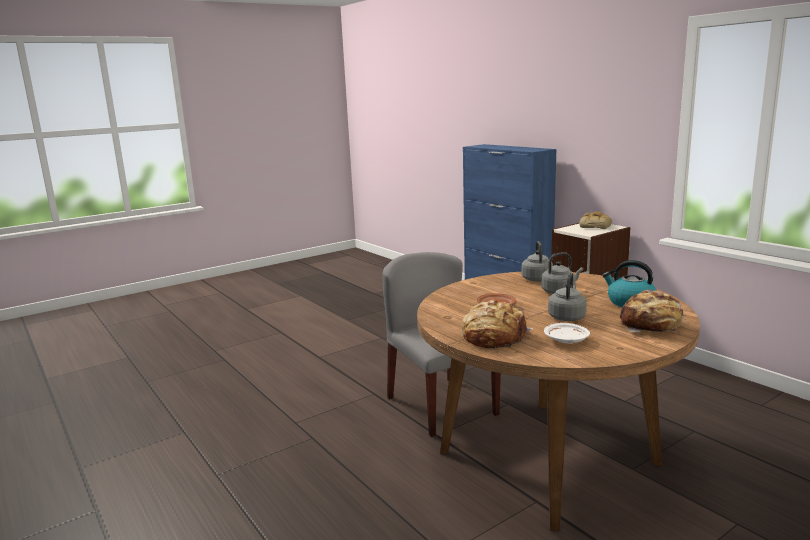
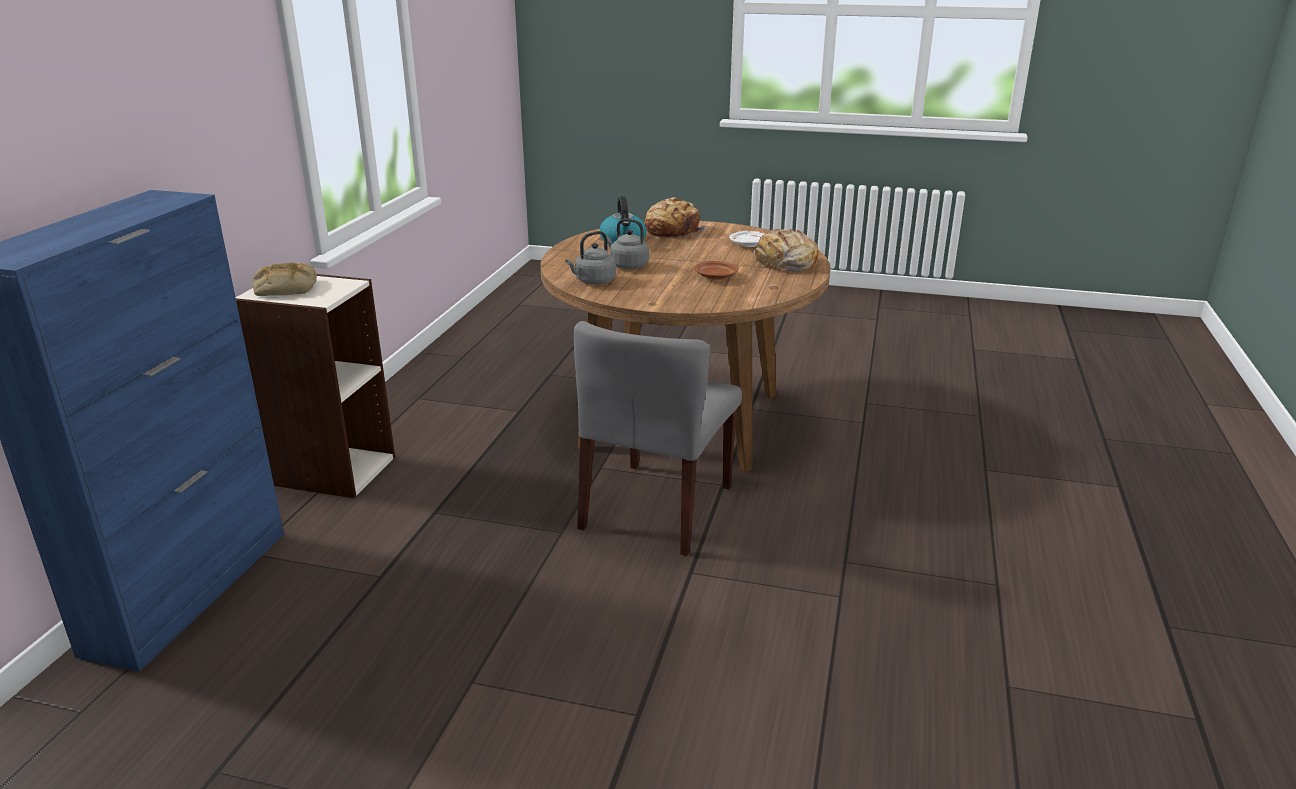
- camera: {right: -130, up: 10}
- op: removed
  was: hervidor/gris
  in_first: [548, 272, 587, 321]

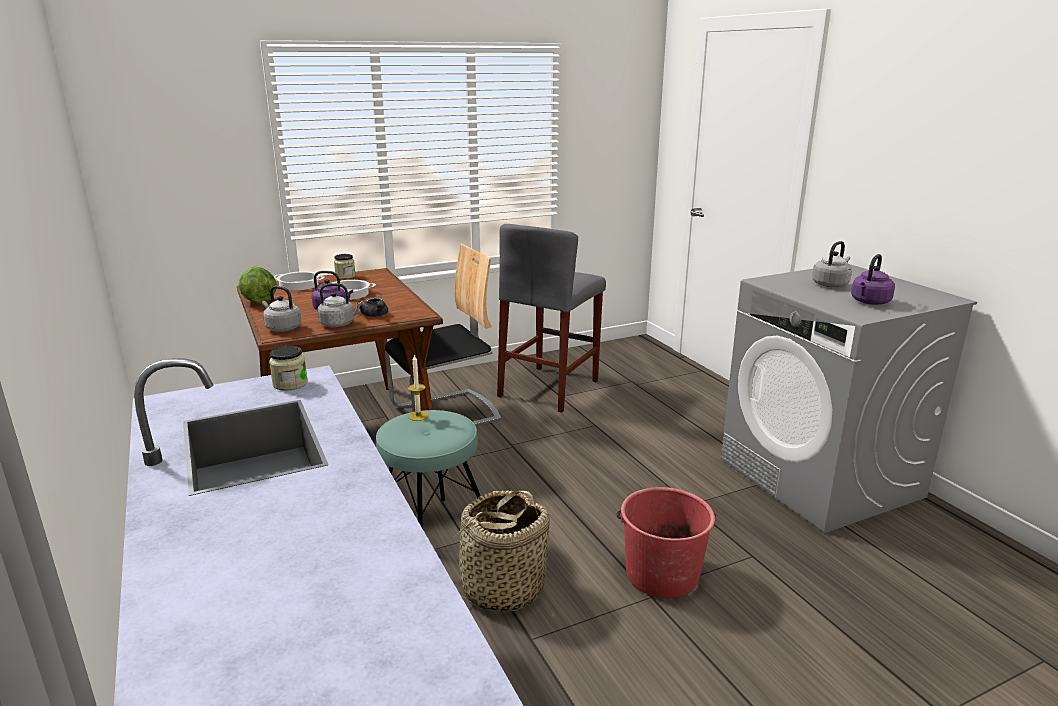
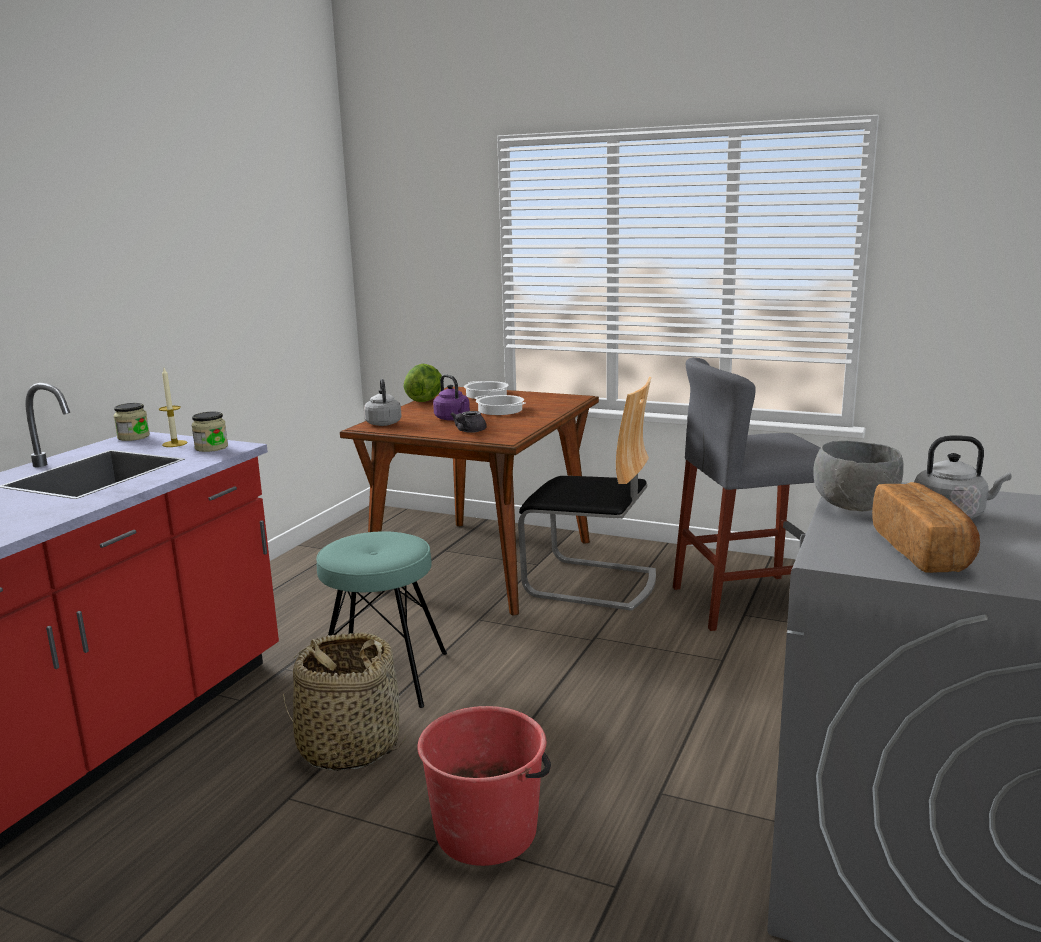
- camera: {right: 50, up: -5}
- op: removed
  was: hervidor/gris
  in_first: [318, 283, 363, 327]
- op: moved
  was: tarro
  in_first: [334, 254, 356, 279]
  in_second: [114, 403, 150, 441]
- op: moved
  was: vela
  in_first: [408, 354, 429, 421]
  in_second: [159, 368, 188, 447]
- op: replaced
  was: hervidor/morado
  now: pan
  in_first: [851, 254, 895, 305]
  in_second: [872, 482, 980, 573]
- op: added
  now: cuenco/gris
  in_second: [813, 441, 904, 511]

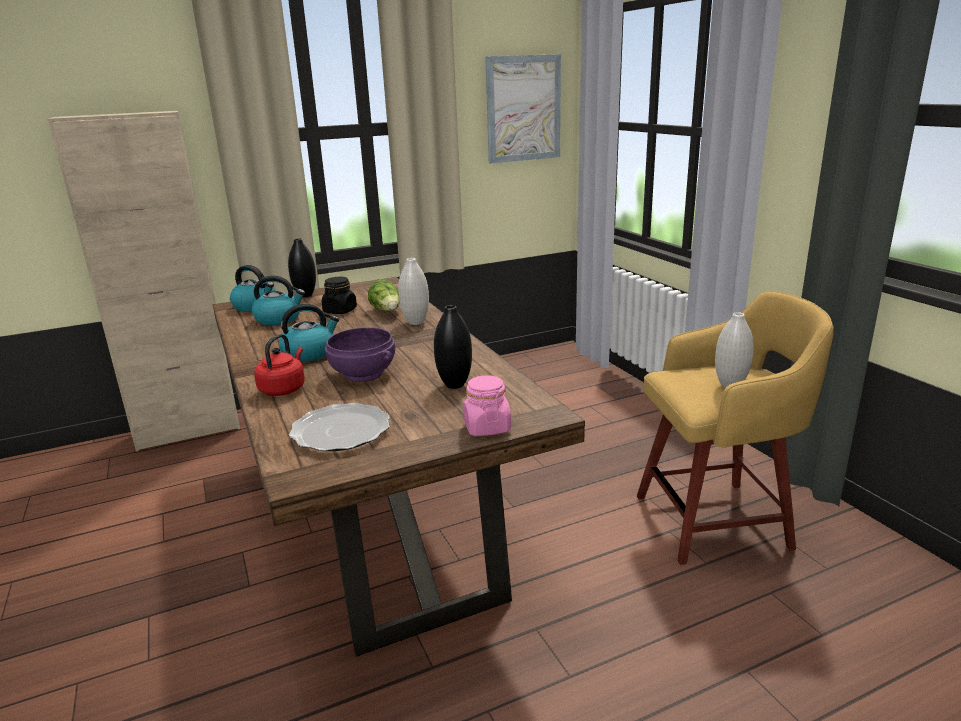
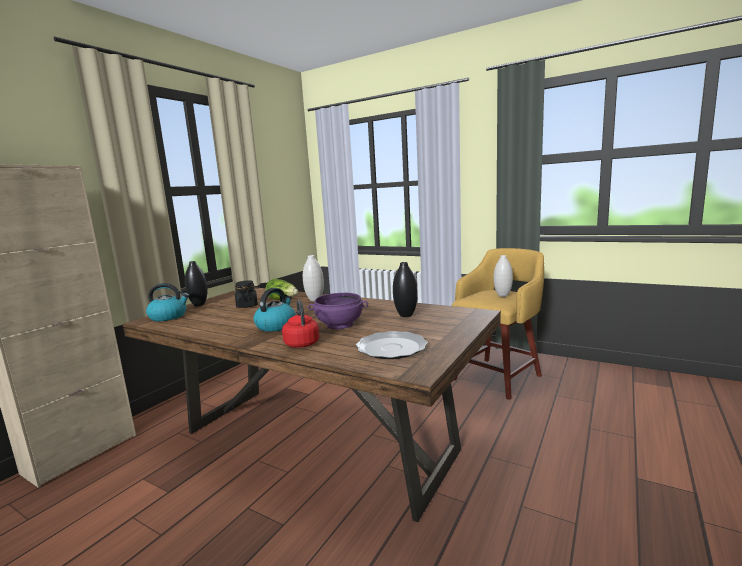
- camera: {right: -35, up: -10}
- op: removed
  was: hervidor
  in_first: [252, 275, 305, 325]
- op: removed
  was: tarro/rosa
  in_first: [463, 375, 511, 436]
- op: removed
  was: cuadro
  in_first: [485, 54, 561, 164]

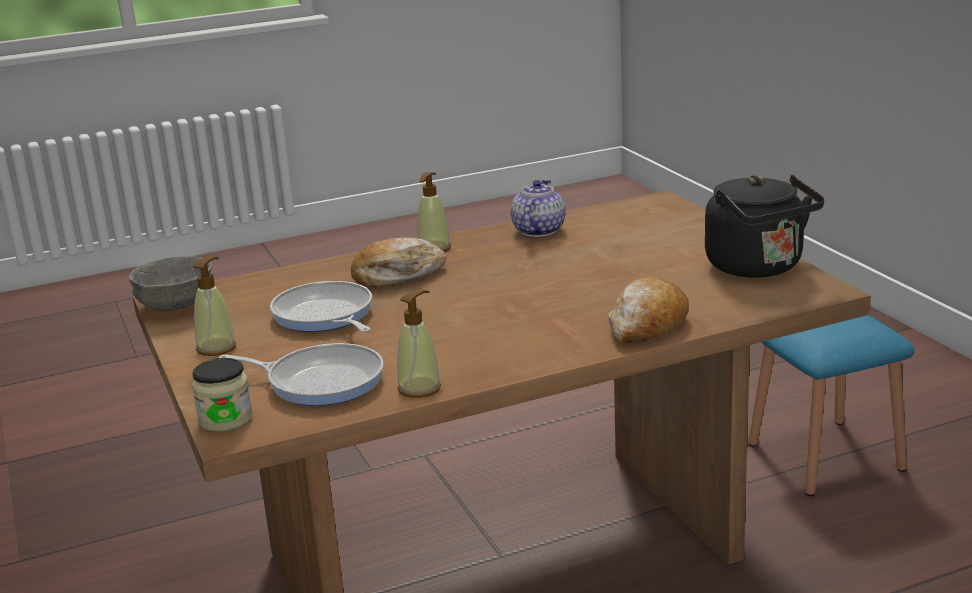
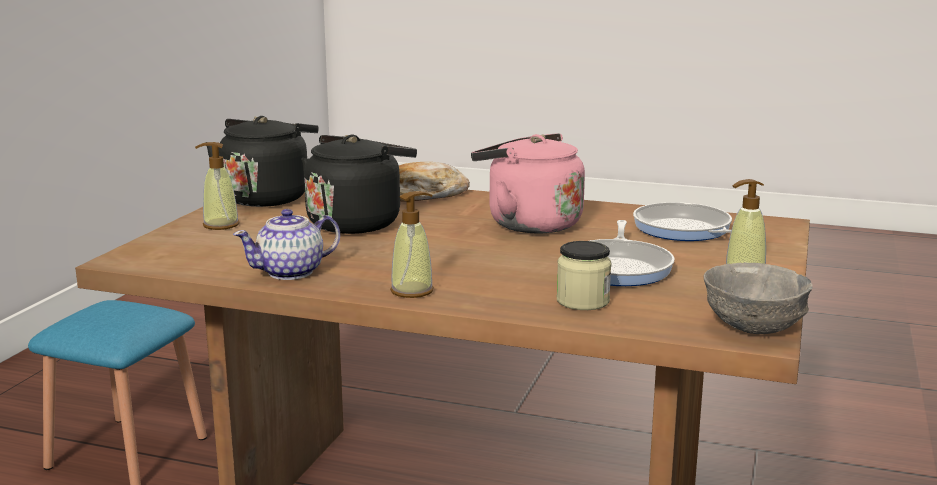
- camera: {right: -140, up: -5}
- op: moved
  was: tarro
  in_first: [192, 358, 253, 432]
  in_second: [557, 241, 611, 310]
- op: removed
  was: pan
  in_first: [351, 238, 446, 287]
- op: moved
  was: dispensador de jabón
  in_first: [397, 289, 441, 398]
  in_second: [195, 142, 239, 230]
- op: added
  now: hervidor/negro
  in_second: [301, 135, 417, 234]
- op: added
  now: hervidor/rosa
  in_second: [471, 133, 585, 233]

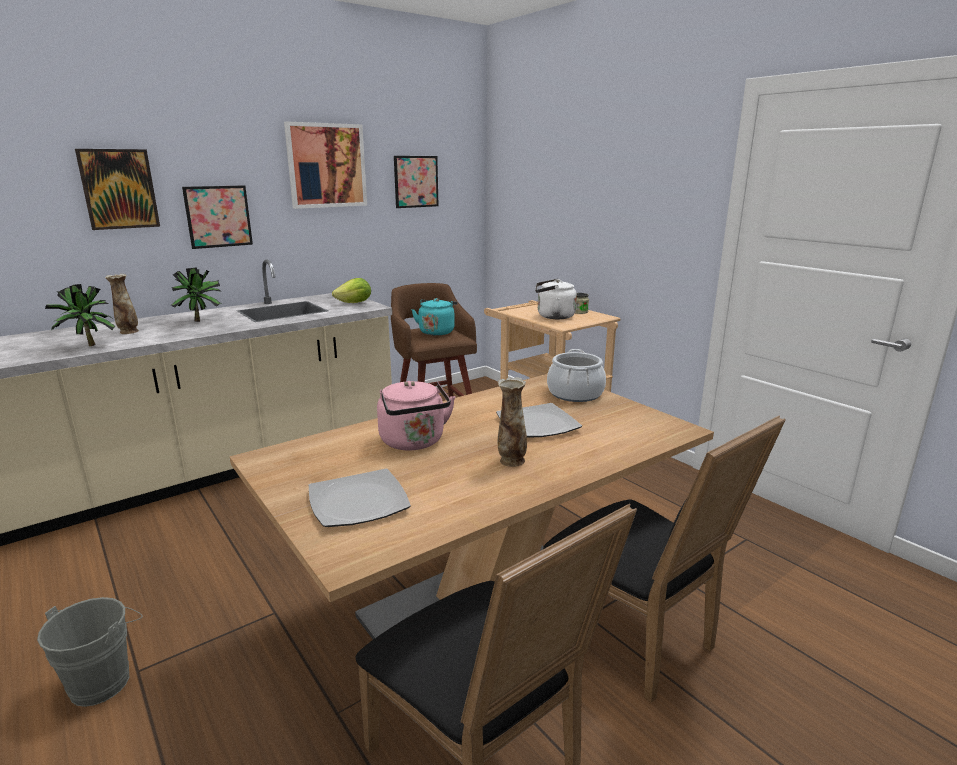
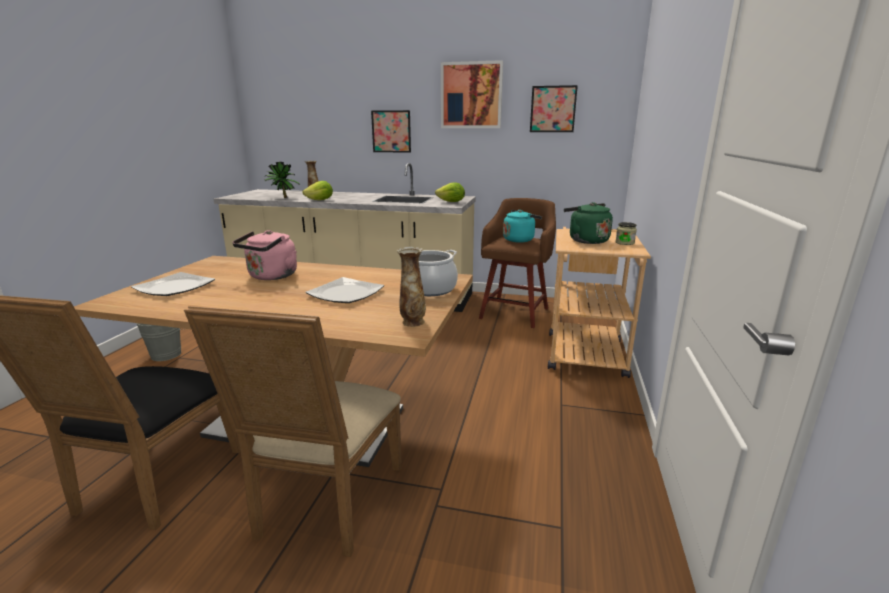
- camera: {right: 50, up: 0}
- op: removed
  was: cuadro
  in_first: [75, 149, 160, 230]
- op: removed
  was: planta en maceta
  in_first: [171, 267, 221, 322]
- op: moved
  was: florero
  in_first: [498, 377, 527, 467]
  in_second: [396, 246, 426, 327]
- op: recoloured
  was: hervidor/blanco
  now: hervidor/verde
  in_first: [535, 279, 577, 319]
  in_second: [564, 202, 613, 244]
- op: recoloured
  was: silla/negro
  now: silla/beis
  in_first: [543, 416, 786, 703]
  in_second: [184, 306, 402, 557]
- op: added
  now: lechuga
  in_second: [302, 181, 333, 200]

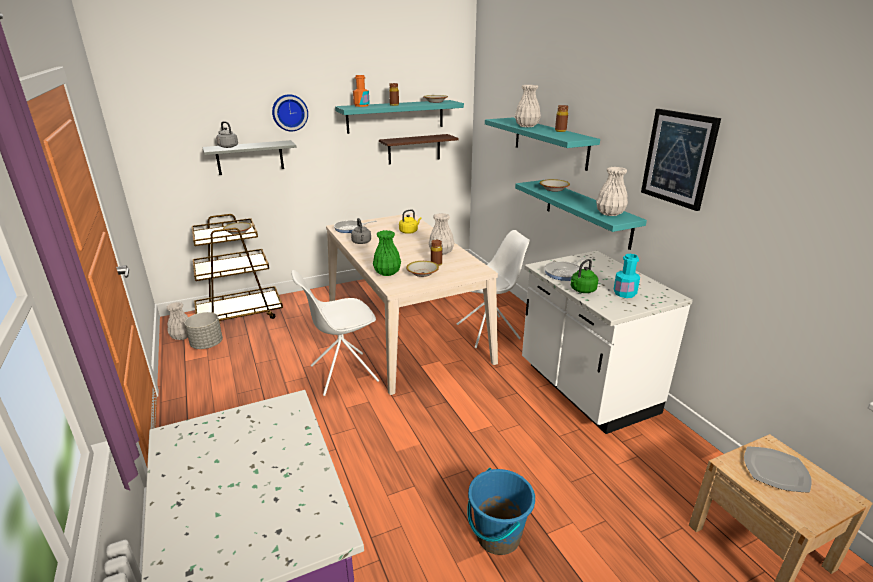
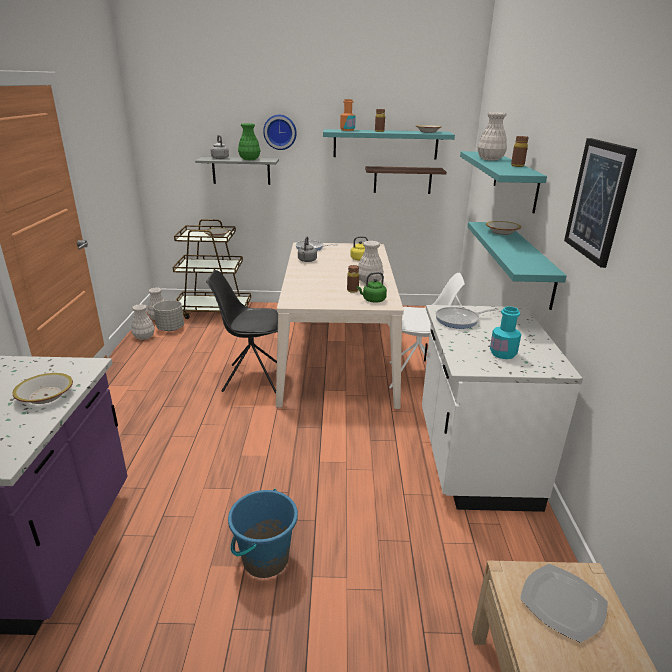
- camera: {right: 25, up: 0}
- op: recoloured
  was: silla/blanco
  now: silla/negro
  in_first: [291, 270, 379, 396]
  in_second: [206, 270, 278, 393]
- op: moved
  was: florero/verde
  in_first: [373, 230, 401, 276]
  in_second: [238, 123, 261, 160]
- op: moved
  was: cuenco
  in_first: [406, 261, 439, 277]
  in_second: [12, 373, 73, 404]
- op: moved
  was: hervidor/verde
  in_first: [571, 259, 598, 293]
  in_second: [357, 272, 387, 303]
- op: moved
  was: florero/blanco
  in_first: [596, 167, 628, 216]
  in_second: [131, 304, 155, 340]

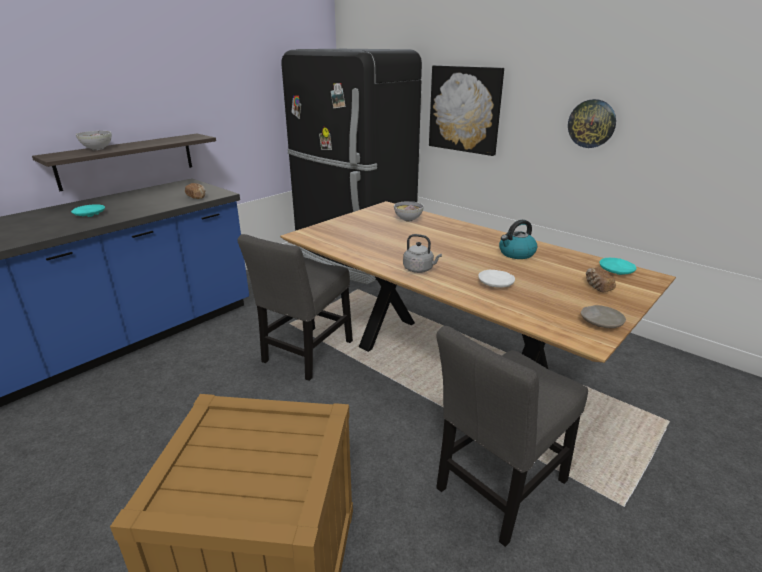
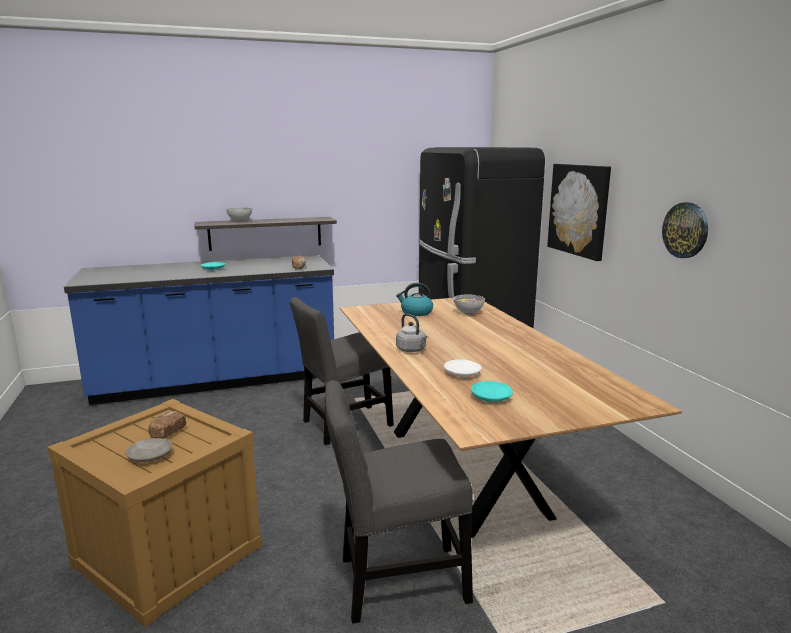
- camera: {right: 30, up: -10}
- op: moved
  was: hervidor
  in_first: [499, 220, 537, 259]
  in_second: [396, 283, 433, 316]
- op: moved
  was: plato/beis
  in_first: [581, 305, 626, 328]
  in_second: [125, 438, 172, 462]
- op: moved
  was: pan
  in_first: [586, 268, 616, 292]
  in_second: [149, 411, 186, 438]
- op: moved
  was: plato/turquesa
  in_first: [599, 258, 637, 275]
  in_second: [471, 381, 513, 402]

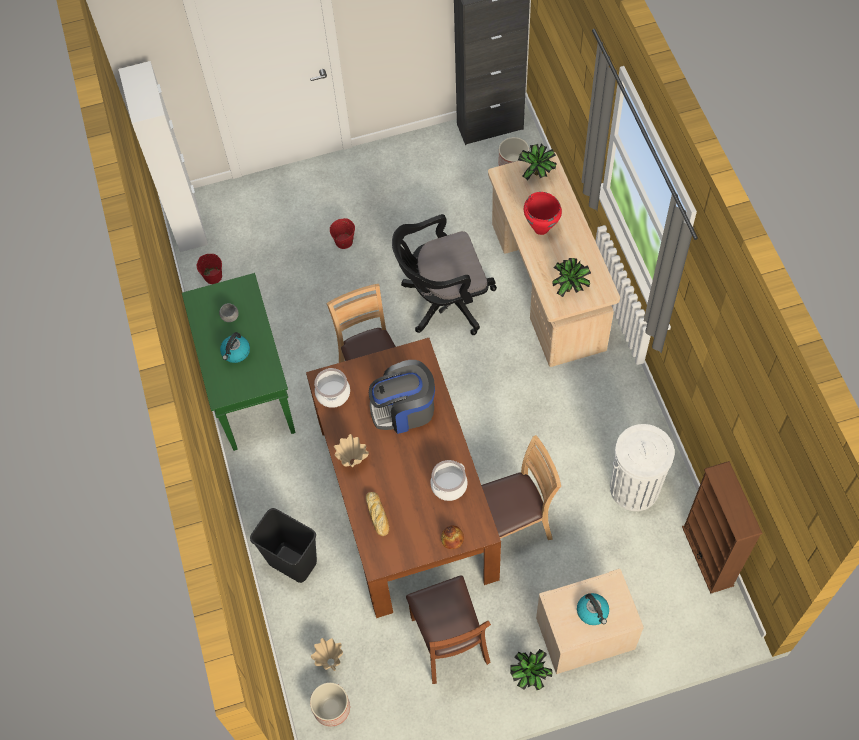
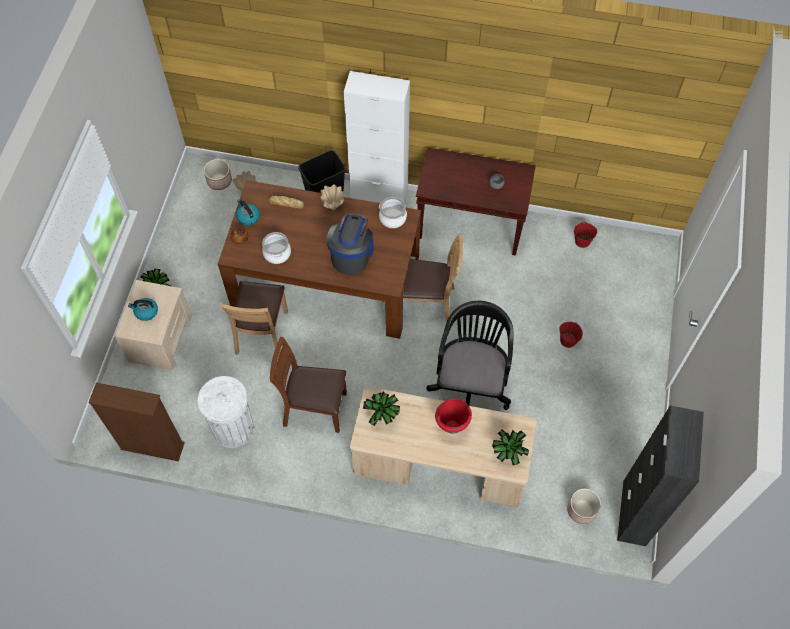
- camera: {right: 115, up: 0}
- op: moved
  was: armario/blanco
  in_first: [118, 61, 208, 252]
  in_second: [344, 71, 410, 203]
- op: recoloured
  was: mesa consola/verde
  now: mesa consola/marrón
  in_first: [182, 273, 296, 451]
  in_second: [416, 148, 536, 256]
- op: moved
  was: hervidor
  in_first: [220, 332, 250, 363]
  in_second: [236, 199, 260, 226]
- op: moved
  was: silla/marrón
  in_first: [406, 575, 491, 684]
  in_second: [270, 337, 347, 433]

